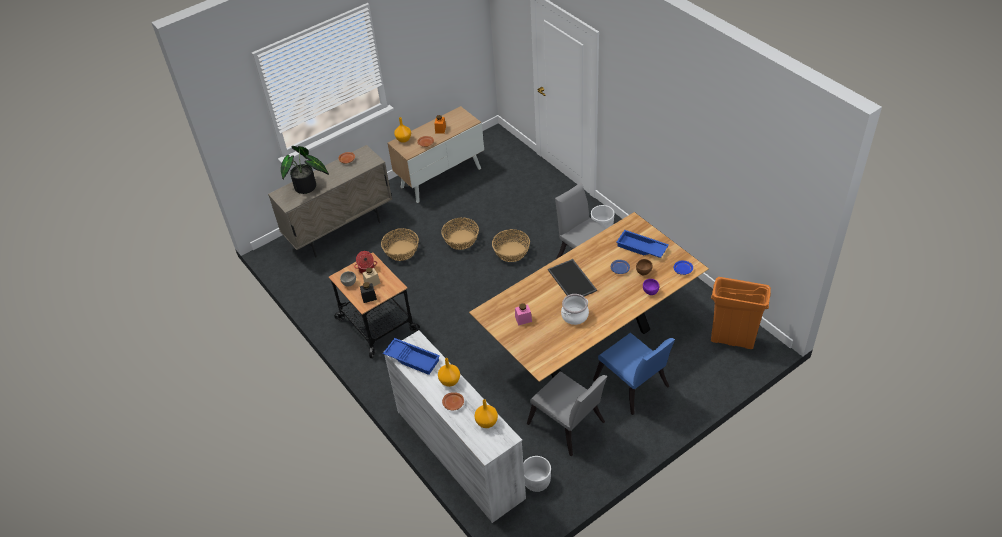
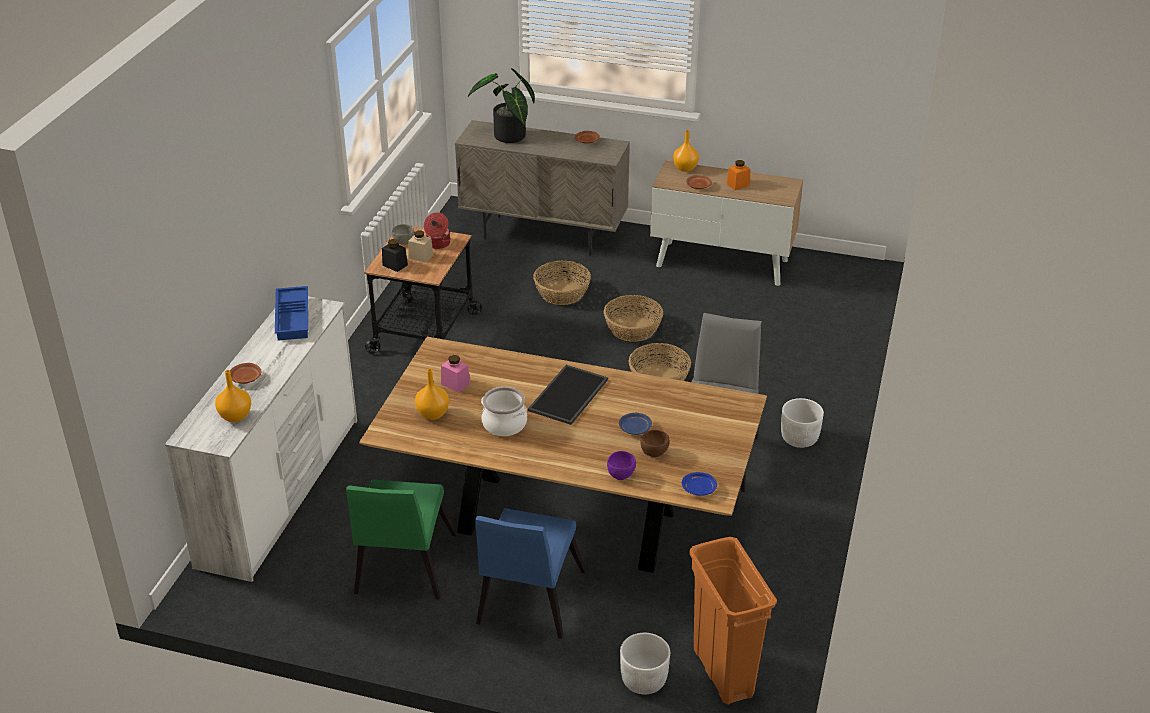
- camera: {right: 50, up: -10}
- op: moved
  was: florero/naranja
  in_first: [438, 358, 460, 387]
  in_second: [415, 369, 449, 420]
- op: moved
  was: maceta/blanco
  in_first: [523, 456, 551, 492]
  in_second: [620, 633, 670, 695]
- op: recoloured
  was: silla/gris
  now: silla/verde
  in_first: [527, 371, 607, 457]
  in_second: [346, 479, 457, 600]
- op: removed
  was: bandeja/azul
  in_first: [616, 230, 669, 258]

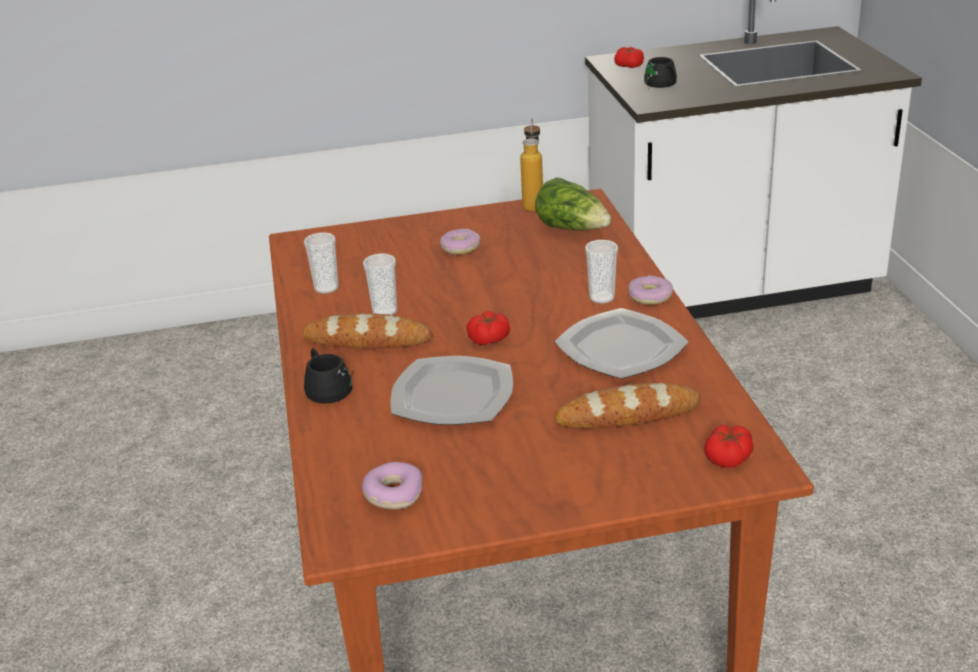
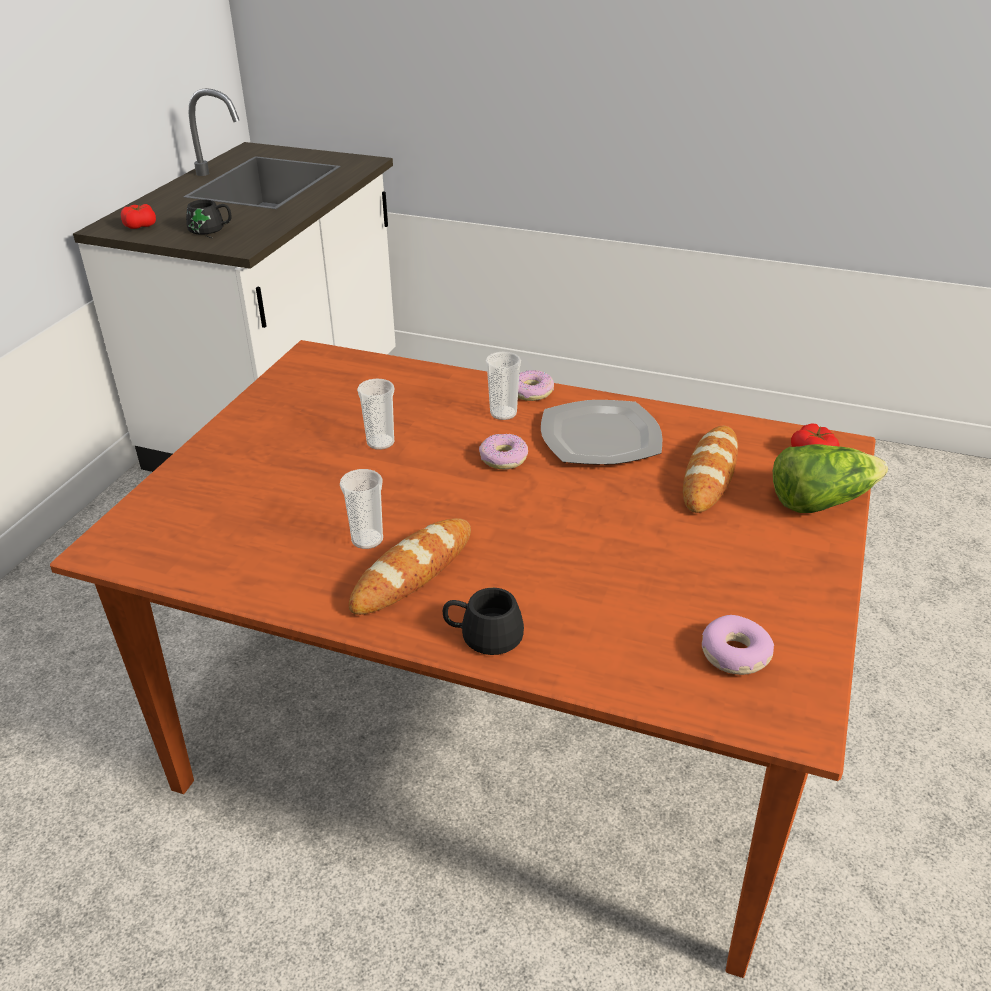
- camera: {right: -60, up: 5}
- op: moved
  was: taza
  in_first: [304, 232, 339, 294]
  in_second: [357, 378, 395, 450]
- op: removed
  was: plato
  in_first: [391, 356, 513, 425]
- op: moved
  was: rosquilla
  in_first: [440, 229, 481, 254]
  in_second: [479, 434, 528, 469]
- op: removed
  was: tomate
  in_first: [466, 311, 510, 345]
- op: removed
  was: botella
  in_first: [520, 118, 543, 212]
- op: moved
  was: lechuga
  in_first: [535, 177, 611, 230]
  in_second: [773, 444, 888, 513]

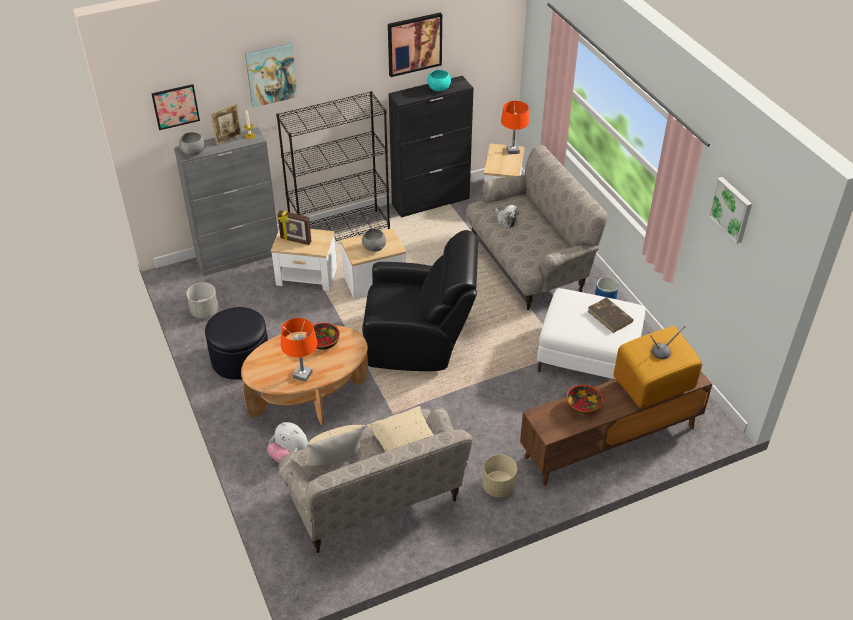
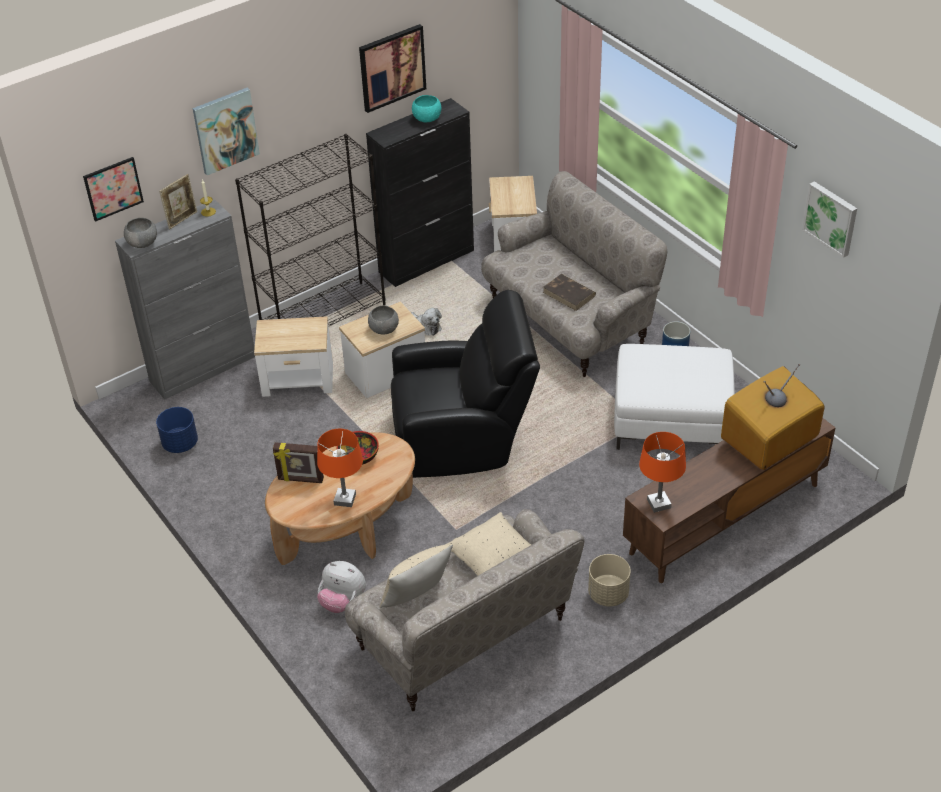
- camera: {right: -10, up: 0}
- op: recoloured
  was: maceta/gris
  now: maceta/azul
  in_first: [186, 282, 218, 318]
  in_second: [156, 407, 198, 453]
- op: removed
  was: puf/negro
  in_first: [205, 307, 268, 380]
- op: moved
  was: portarretratos
  in_first: [277, 210, 312, 245]
  in_second: [273, 442, 324, 483]
- op: moved
  was: peluche
  in_first: [495, 205, 519, 228]
  in_second: [411, 308, 442, 336]
- op: moved
  was: lámpara de mesa/naranja
  in_first: [501, 101, 529, 154]
  in_second: [639, 432, 686, 513]
- op: removed
  was: cuenco
  in_first: [567, 385, 603, 415]
- op: moved
  was: libro/marrón
  in_first: [588, 298, 634, 333]
  in_second: [543, 274, 596, 311]

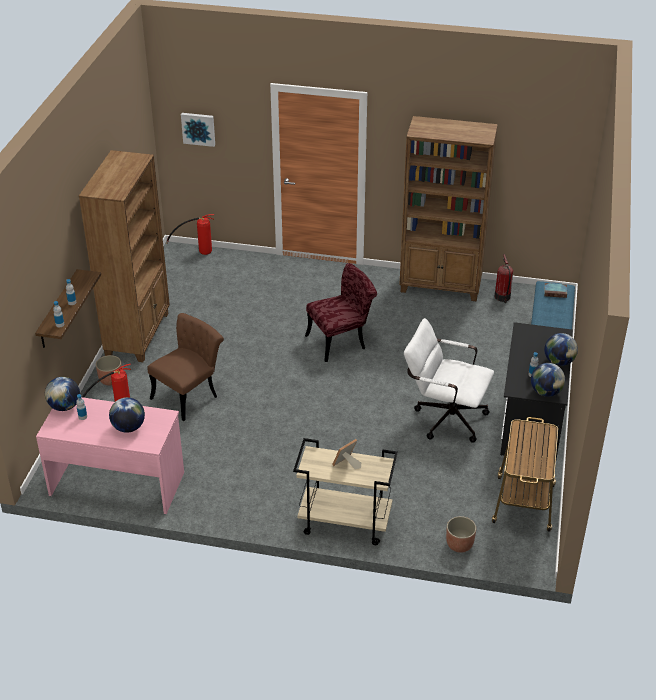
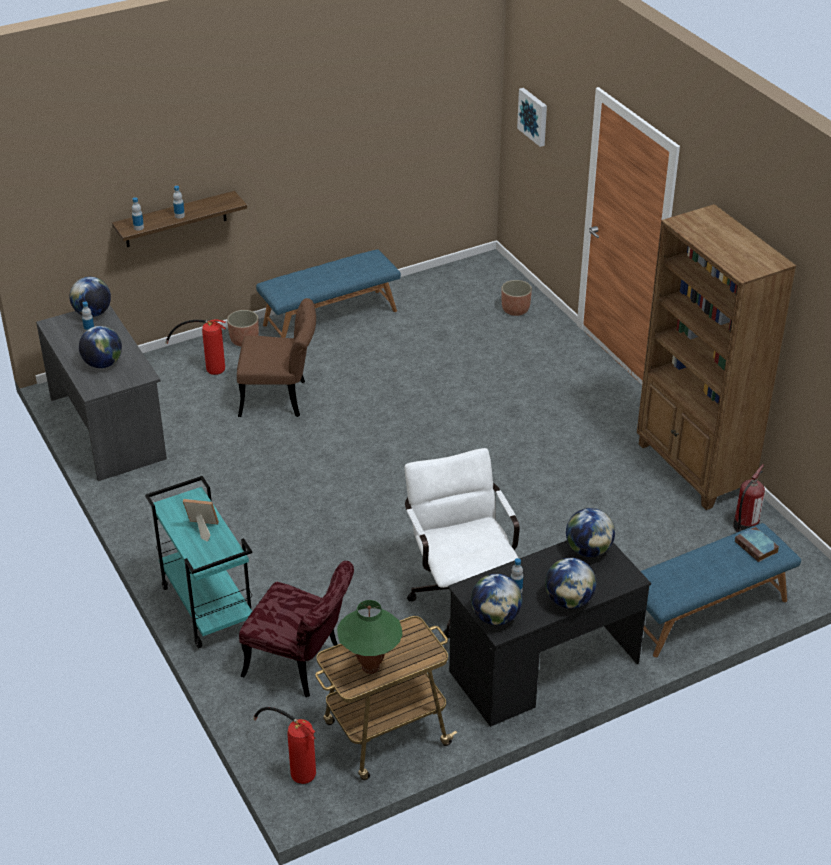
- camera: {right: 50, up: 0}
- op: recoloured
  was: escritorio/rosa
  now: escritorio/gris
  in_first: [36, 397, 184, 514]
  in_second: [36, 304, 167, 481]
- op: replaced
  was: estantería/marrón
  now: banco/azul
  in_first: [79, 150, 170, 362]
  in_second: [256, 249, 401, 338]
- op: moved
  was: extintor
  in_first: [166, 214, 214, 255]
  in_second: [253, 707, 316, 784]
- op: recoloured
  was: carrito/beis
  now: carrito/turquesa
  in_first: [293, 438, 398, 545]
  in_second: [145, 476, 252, 649]
- op: moved
  was: silla/rojo
  in_first: [305, 263, 377, 362]
  in_second: [239, 561, 354, 697]
- op: moved
  was: maceta
  in_first: [446, 516, 476, 553]
  in_second: [501, 280, 532, 316]
- op: added
  now: lámpara de mesa/verde
  in_second: [337, 600, 403, 674]
- op: added
  now: globo terráqueo
  in_second: [566, 508, 615, 557]

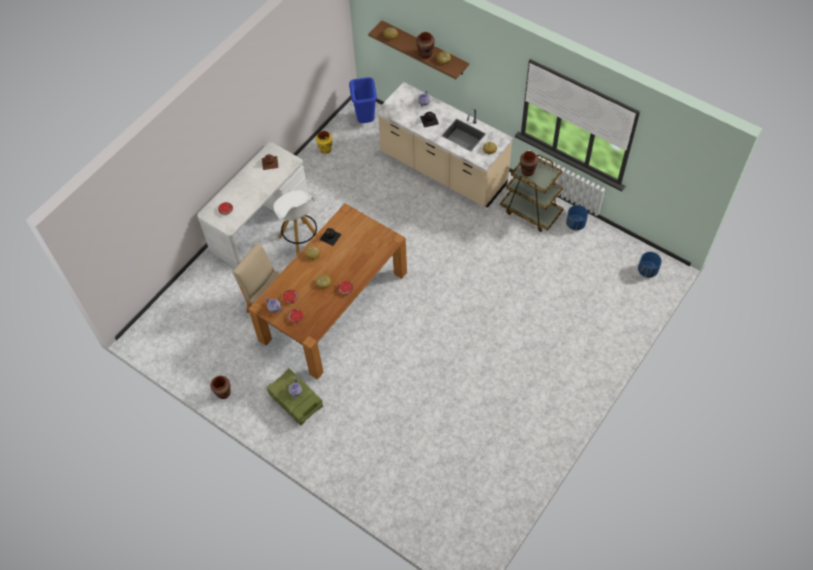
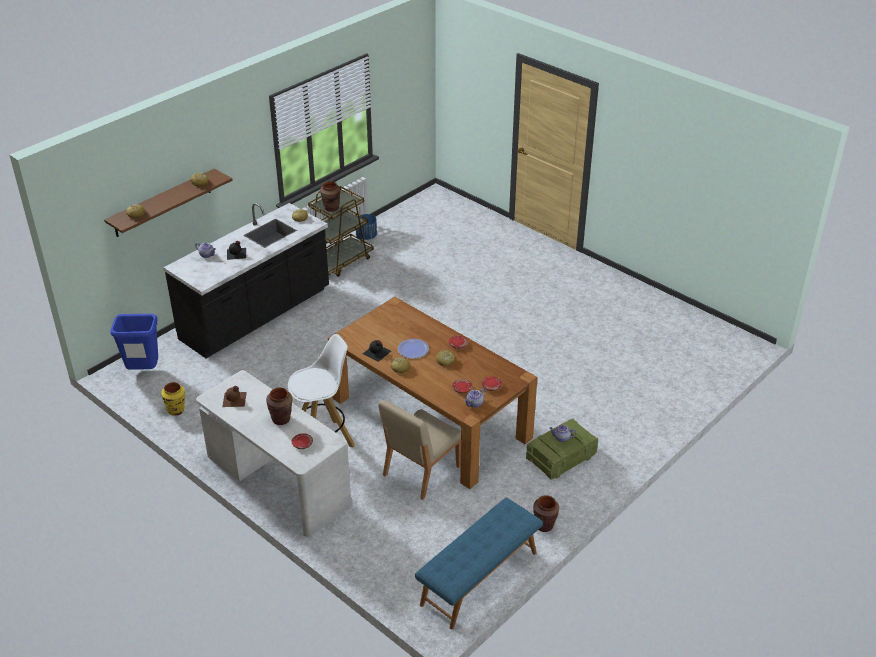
- camera: {right: -85, up: -20}
- op: recoloured
  was: mueble bajo de cocina/beis
  now: mueble bajo de cocina/negro
  in_first: [375, 82, 513, 207]
  in_second: [163, 203, 329, 358]
- op: moved
  was: florero/marrón
  in_first: [416, 32, 435, 59]
  in_second: [266, 387, 293, 425]
- op: removed
  was: maceta/azul
  in_first: [638, 252, 662, 278]
- op: added
  now: plato
  in_second: [398, 339, 429, 359]
- op: added
  now: banco/azul
  in_second: [415, 498, 543, 630]

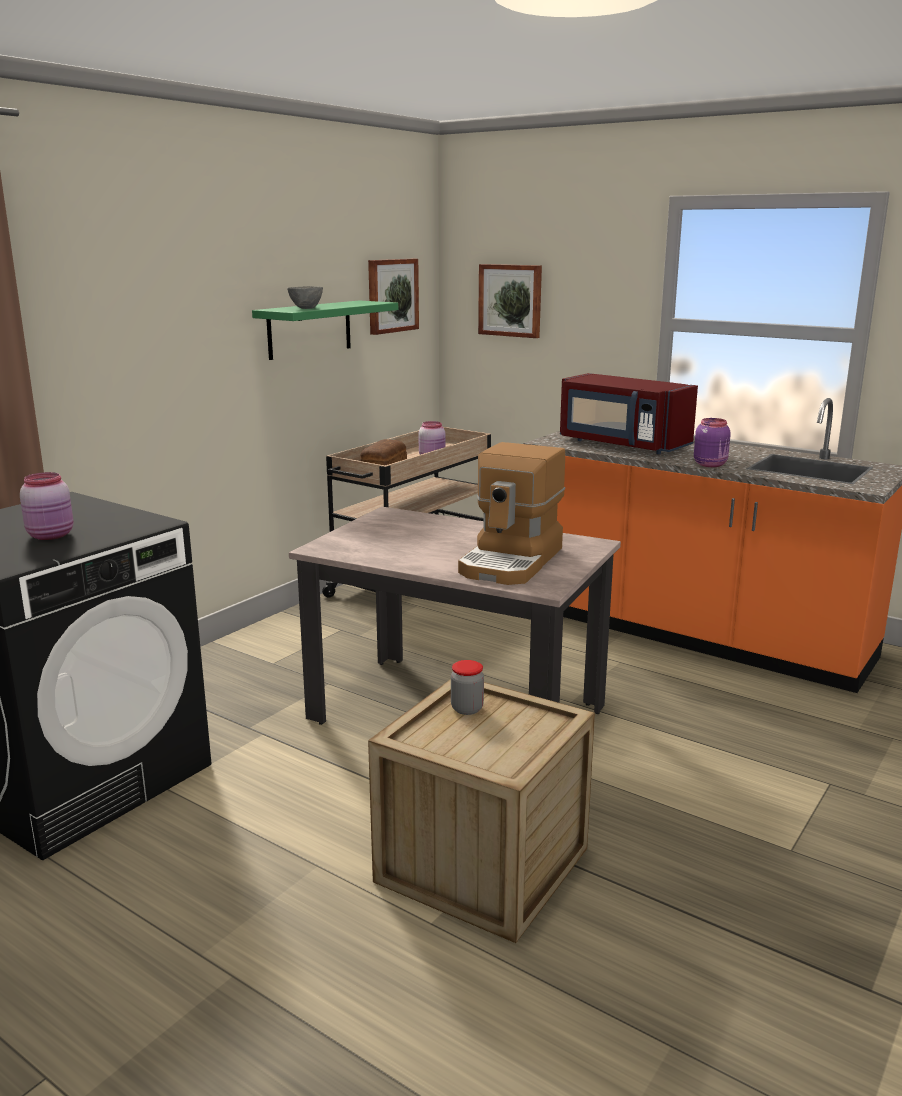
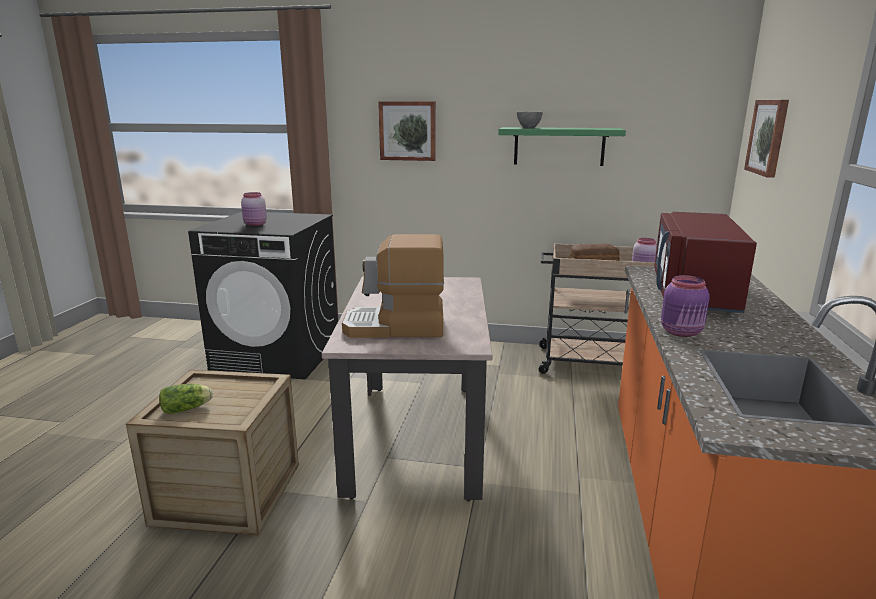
- camera: {right: 65, up: 0}
- op: moved
  was: cuadro
  in_first: [368, 259, 419, 335]
  in_second: [378, 102, 436, 161]
- op: removed
  was: tarro
  in_first: [451, 660, 484, 715]
- op: added
  now: lechuga
  in_second: [159, 384, 213, 414]

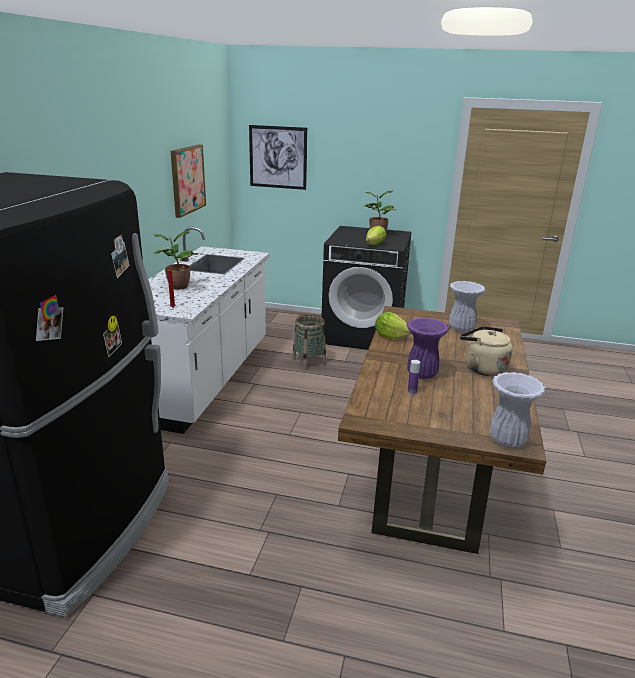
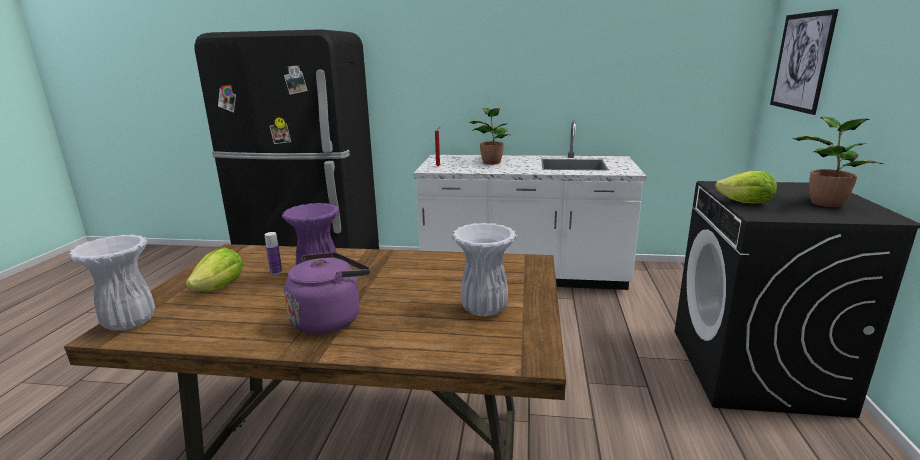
- camera: {right: 85, up: -5}
- op: removed
  was: cuadro
  in_first: [171, 144, 206, 218]
- op: removed
  was: cesta
  in_first: [292, 314, 326, 370]
- op: moved
  was: lechuga
  in_first: [375, 312, 412, 339]
  in_second: [185, 248, 244, 291]
- op: recoloured
  was: hervidor/beis
  now: hervidor/morado
  in_first: [460, 326, 513, 376]
  in_second: [284, 252, 370, 334]

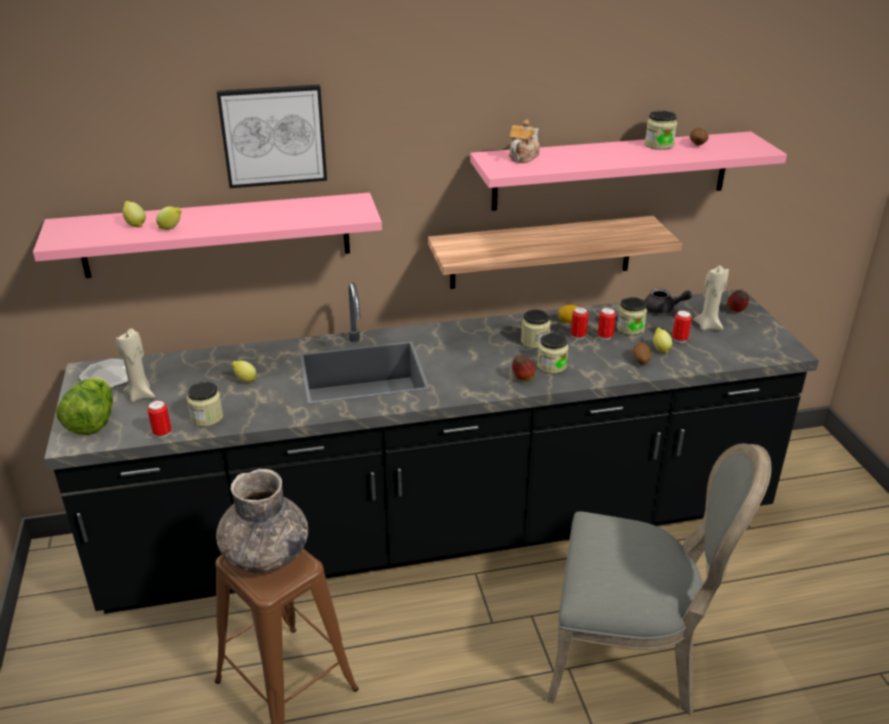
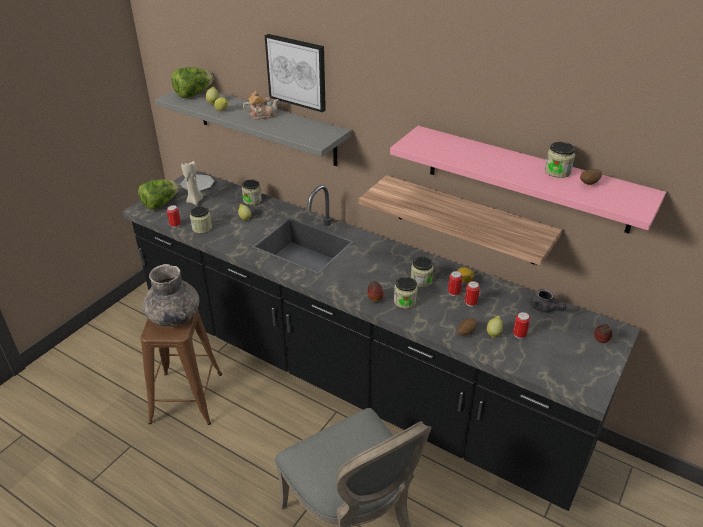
- camera: {right: 45, up: 5}
- op: recoloured
  was: estante/rosa
  now: estante/gris
  in_first: [33, 193, 382, 278]
  in_second: [155, 89, 351, 166]
- op: moved
  was: tetera
  in_first: [509, 120, 540, 163]
  in_second: [243, 91, 279, 120]
- op: moved
  was: tarro
  in_first: [617, 297, 647, 335]
  in_second: [242, 179, 262, 205]
- op: removed
  was: vela/beis
  in_first: [693, 266, 729, 330]
- op: added
  now: lechuga
  in_second: [171, 67, 213, 98]

